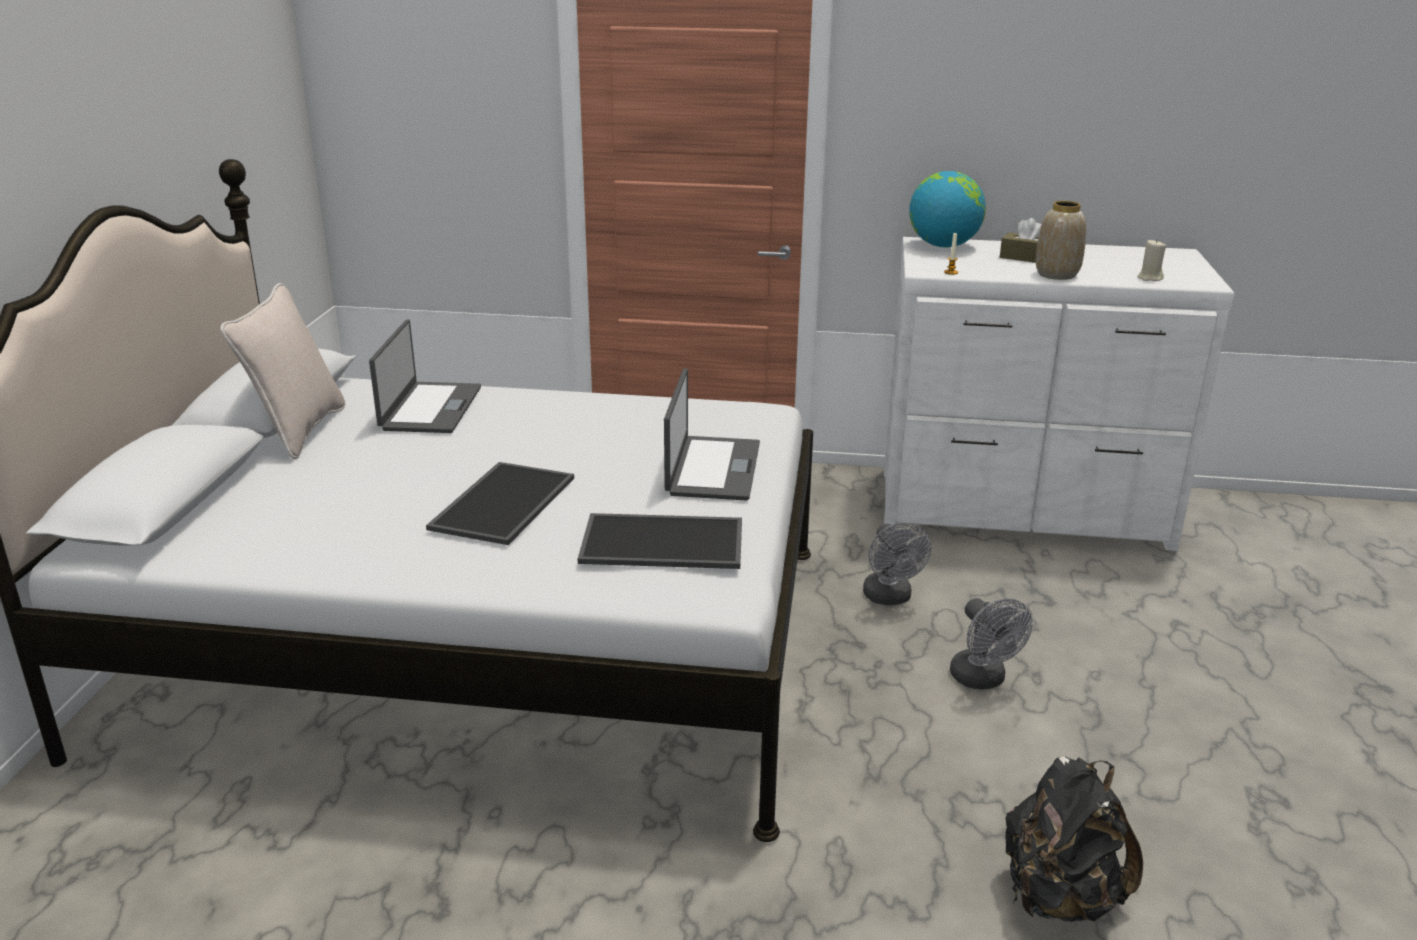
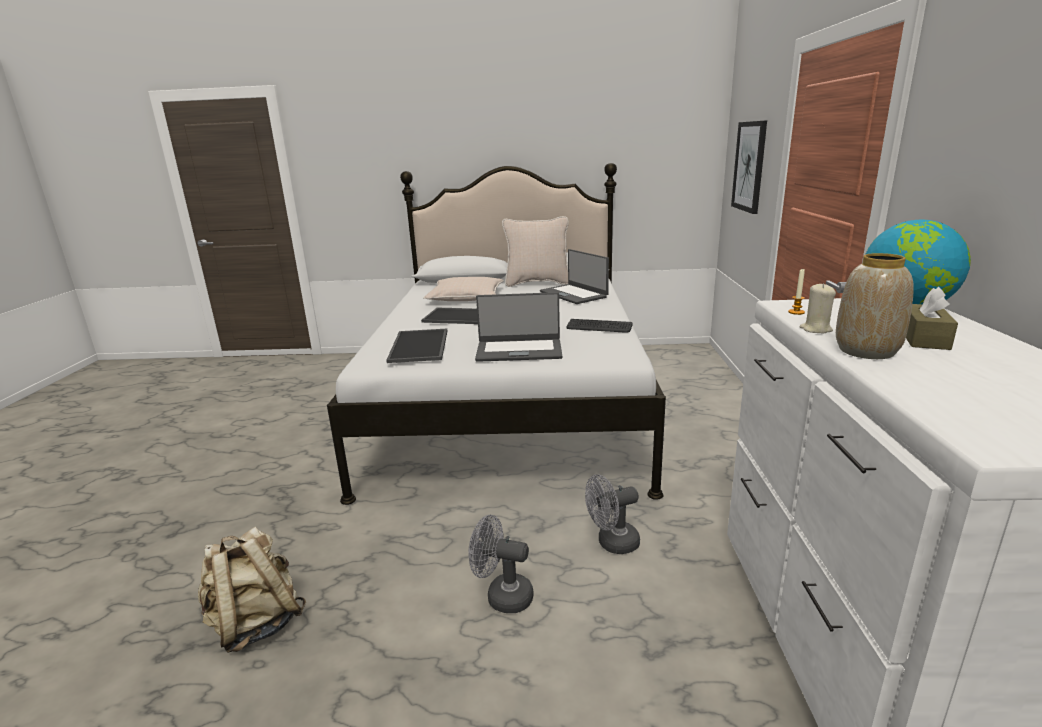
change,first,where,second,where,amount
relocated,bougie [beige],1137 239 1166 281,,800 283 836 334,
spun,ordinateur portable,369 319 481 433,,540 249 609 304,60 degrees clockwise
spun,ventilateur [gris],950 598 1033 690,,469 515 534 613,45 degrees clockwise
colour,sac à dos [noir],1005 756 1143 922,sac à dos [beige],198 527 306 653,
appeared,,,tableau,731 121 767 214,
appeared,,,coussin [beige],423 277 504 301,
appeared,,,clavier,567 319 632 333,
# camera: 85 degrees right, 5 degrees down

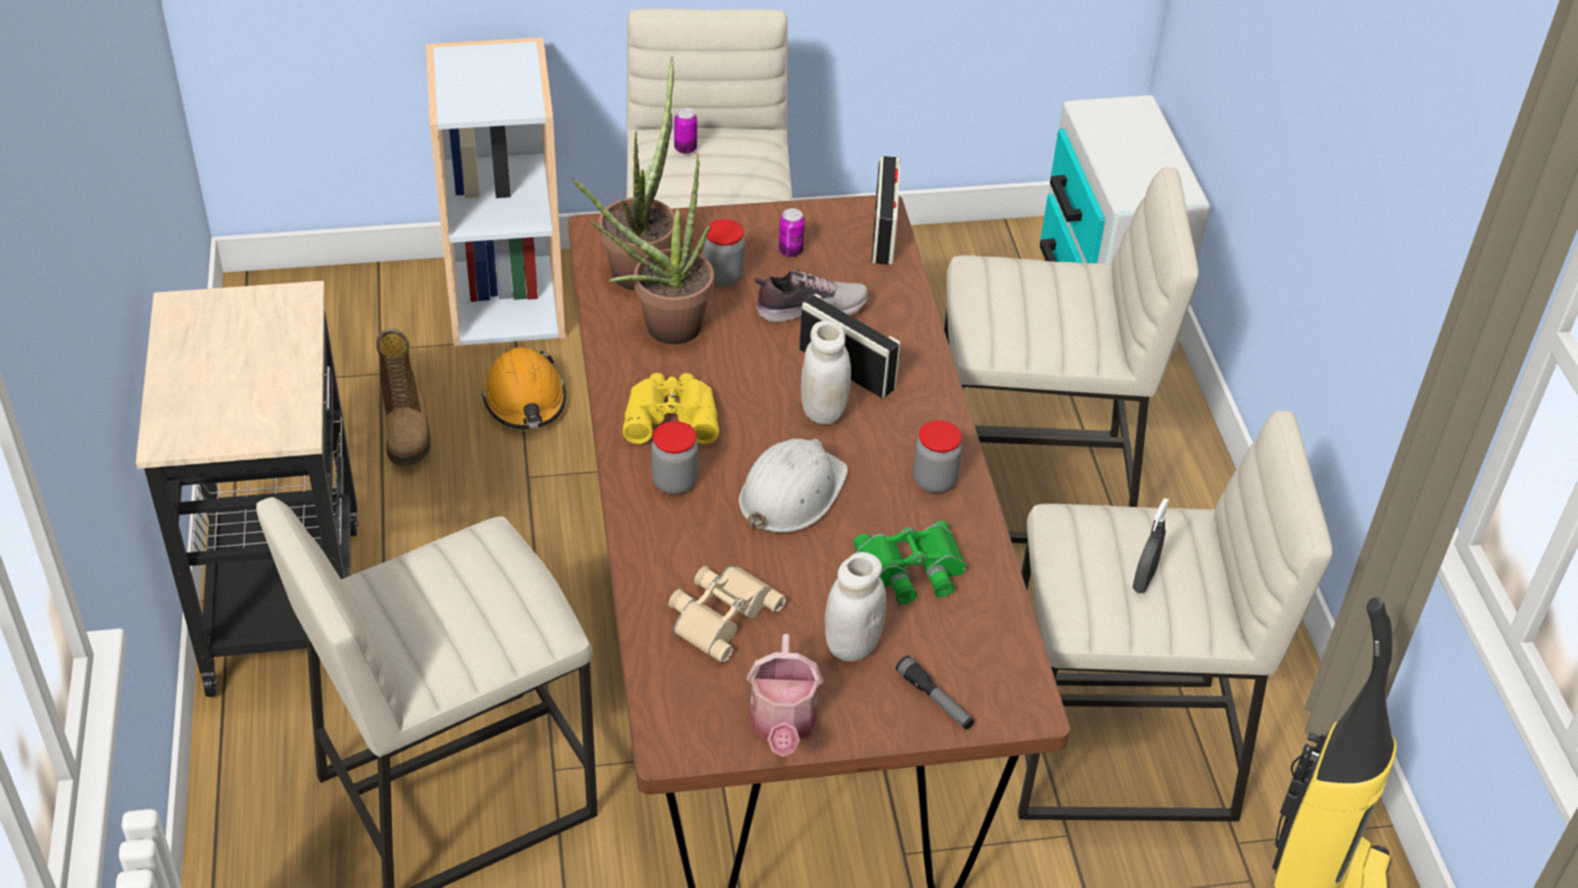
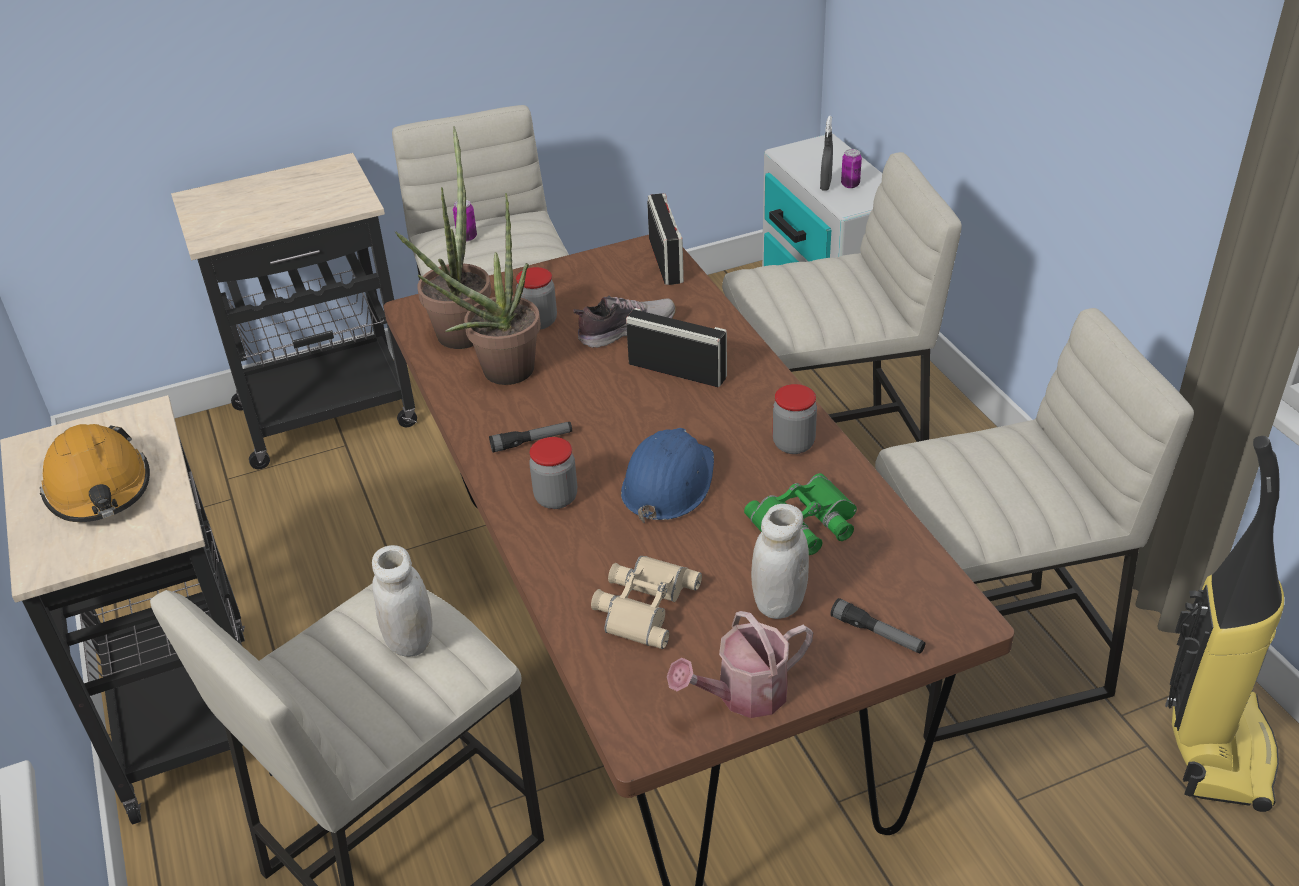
change,first,where,second,where,amount
exchanged,bibliothèque,426 38 565 346,chariot,171 153 417 469,
relocated,boîte métallique,779 208 805 257,,841 149 862 188,
relocated,bocal [blanc],801 320 851 425,,372 545 433 657,
missing,botte,376 328 431 467,,,
relocated,casque de chantier [orange],482 347 566 429,,40 424 150 522,
exchanged,jumelles [jaune],623 373 719 445,lampe de poche,489 422 572 453,
colour,casque de chantier [blanc],739 438 848 533,casque de chantier [bleu],621 428 714 523,
relocated,vaporisateur [gris],1133 498 1170 593,,820 116 833 191,
spun,arrosoir,747 634 823 757,,667 611 813 718,75 degrees clockwise
# camera: 10 degrees left, 5 degrees down

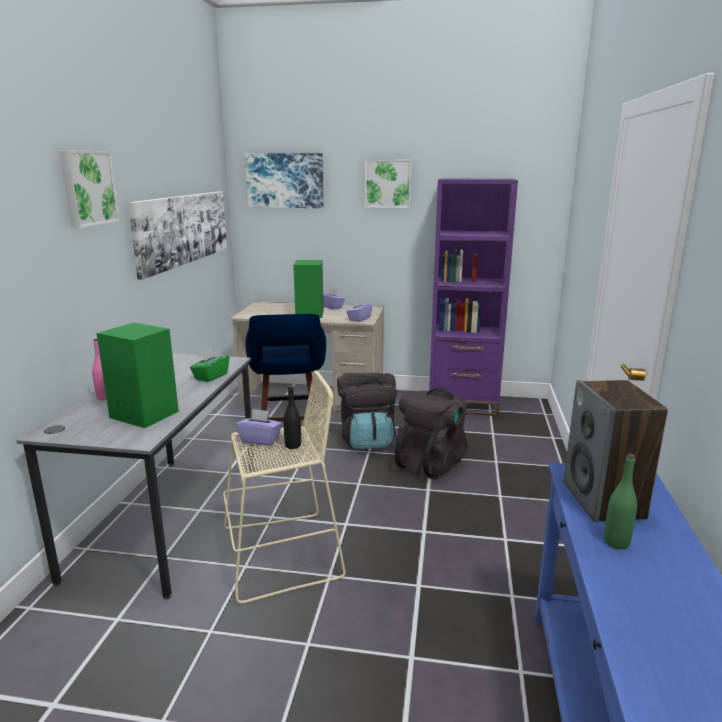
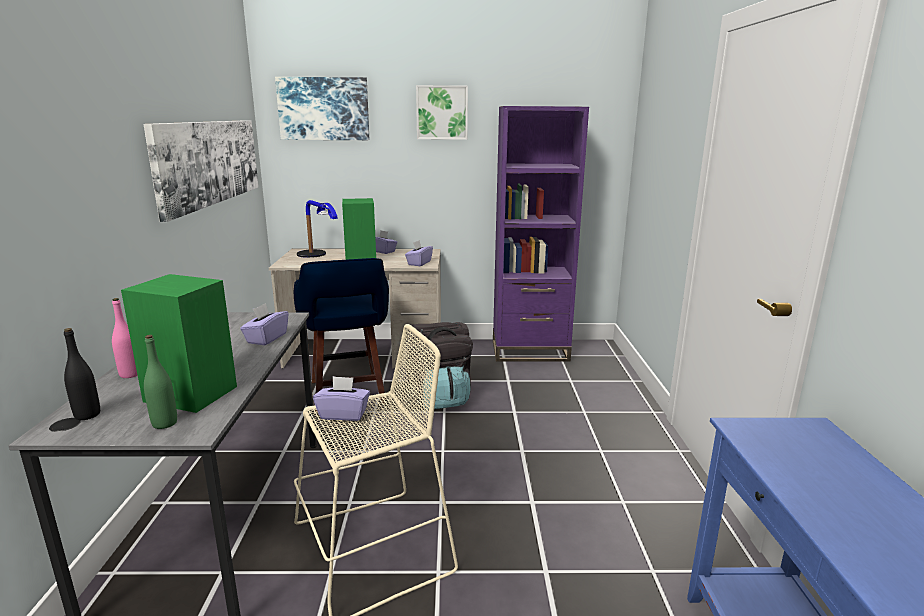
change,first,where,second,where,amount
missing,tableau,59 150 120 228,,,
colour,boîte à mouchoirs [vert],190 348 230 382,boîte à mouchoirs [violet],240 303 289 346,
missing,enceinte,564 380 668 522,,,
relocated,bouteille [noir],284 385 301 449,,64 328 100 420,
missing,sac à dos [noir],395 387 468 480,,,
relocated,bouteille [vert],604 454 637 549,,144 335 177 429,
appeared,,,lampe de table,297 200 338 258,
# camera: 10 degrees left, 0 degrees up

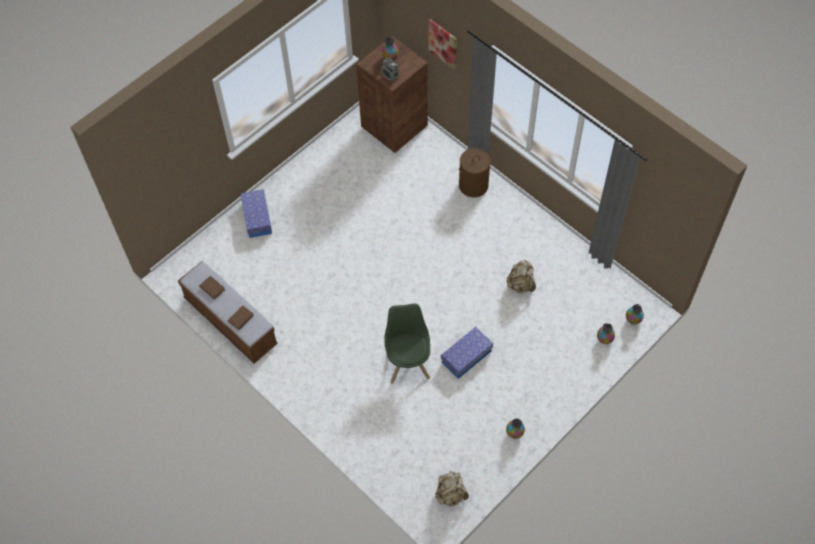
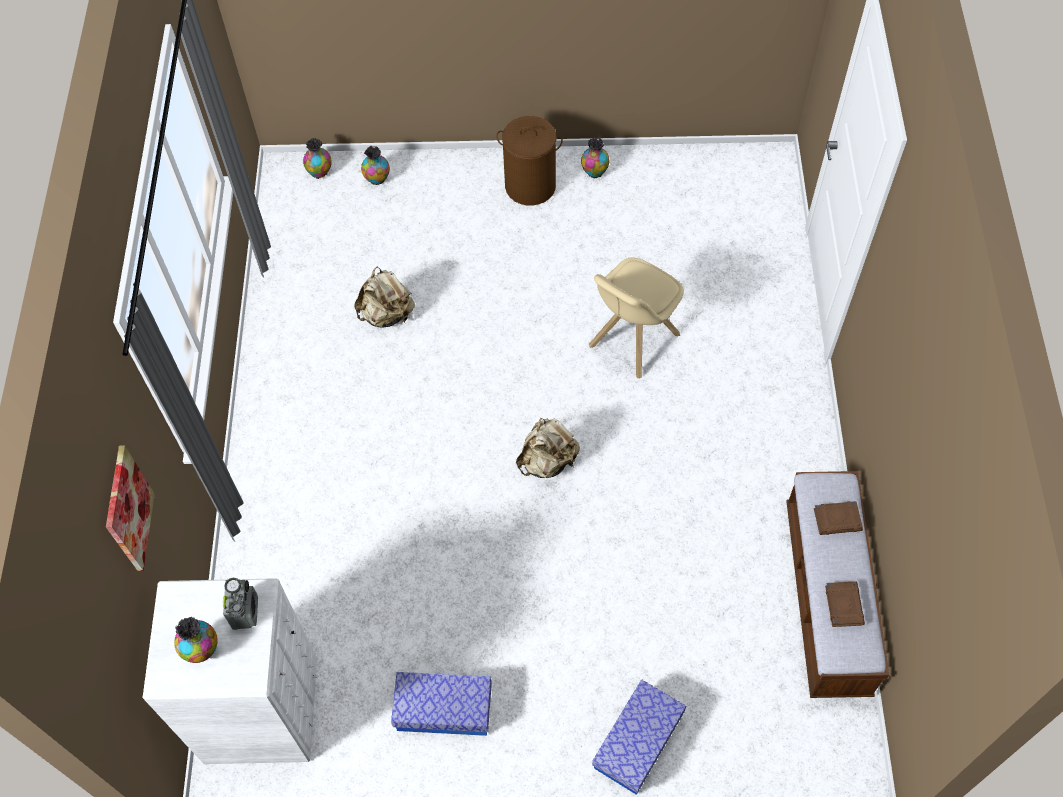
change,first,where,second,where,amount
colour,commode [marron],356 36 428 153,commode [blanc],143 578 319 764,
relocated,panier à linge [marron],459 148 492 197,,496 116 563 206,
colour,chaise [vert],384 304 430 384,chaise [beige],589 257 684 378,
relocated,boîte de rangement,441 327 493 379,,391 672 492 736,
relocated,sac à dos [beige],435 471 469 506,,516 418 580 478,
# camera: 135 degrees left, 0 degrees up

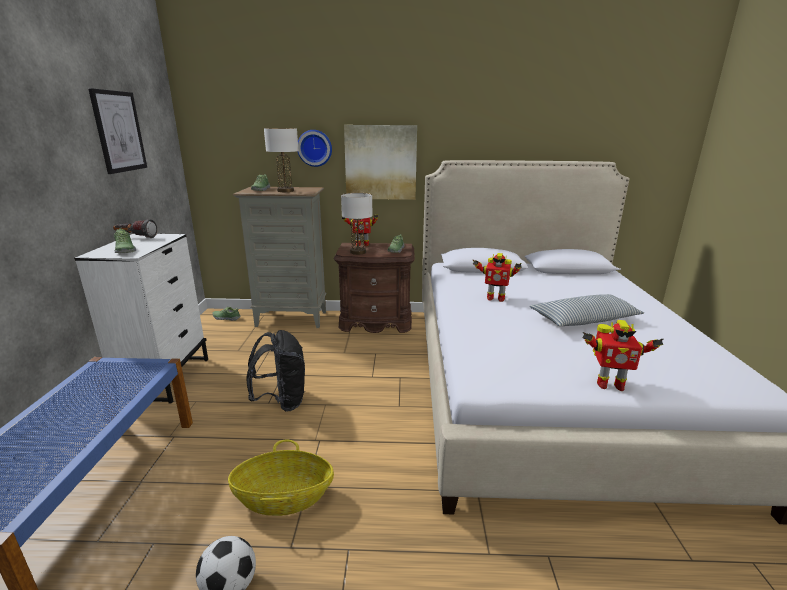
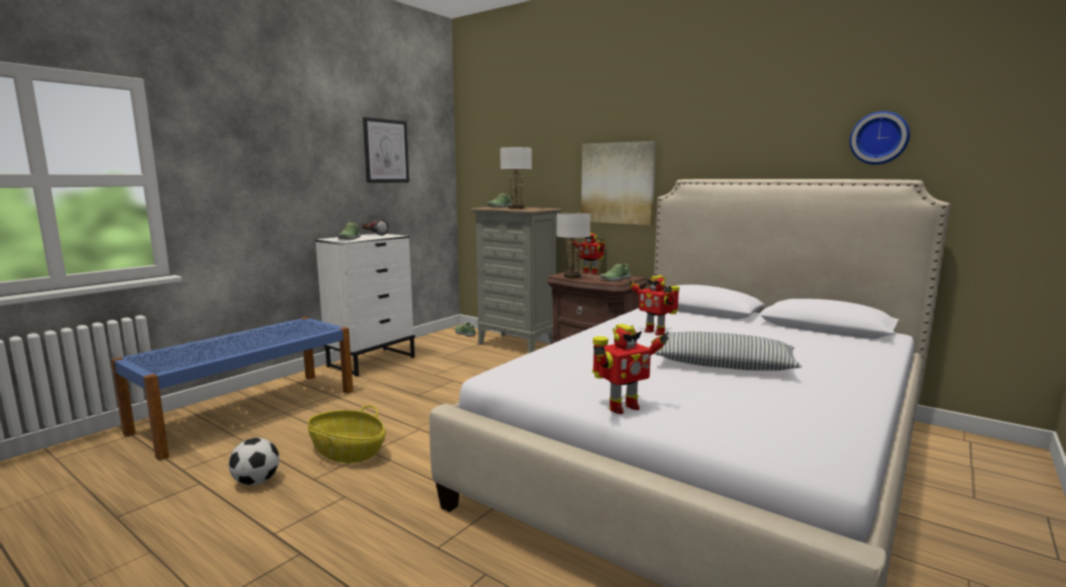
change,first,where,second,where,amount
relocated,horloge murale,297 130 332 167,,850 111 910 165,
spun,robot jouet,583 320 664 391,,592 324 669 414,75 degrees counterclockwise
missing,sac à dos [noir],247 330 305 412,,,
# camera: 35 degrees right, 10 degrees down

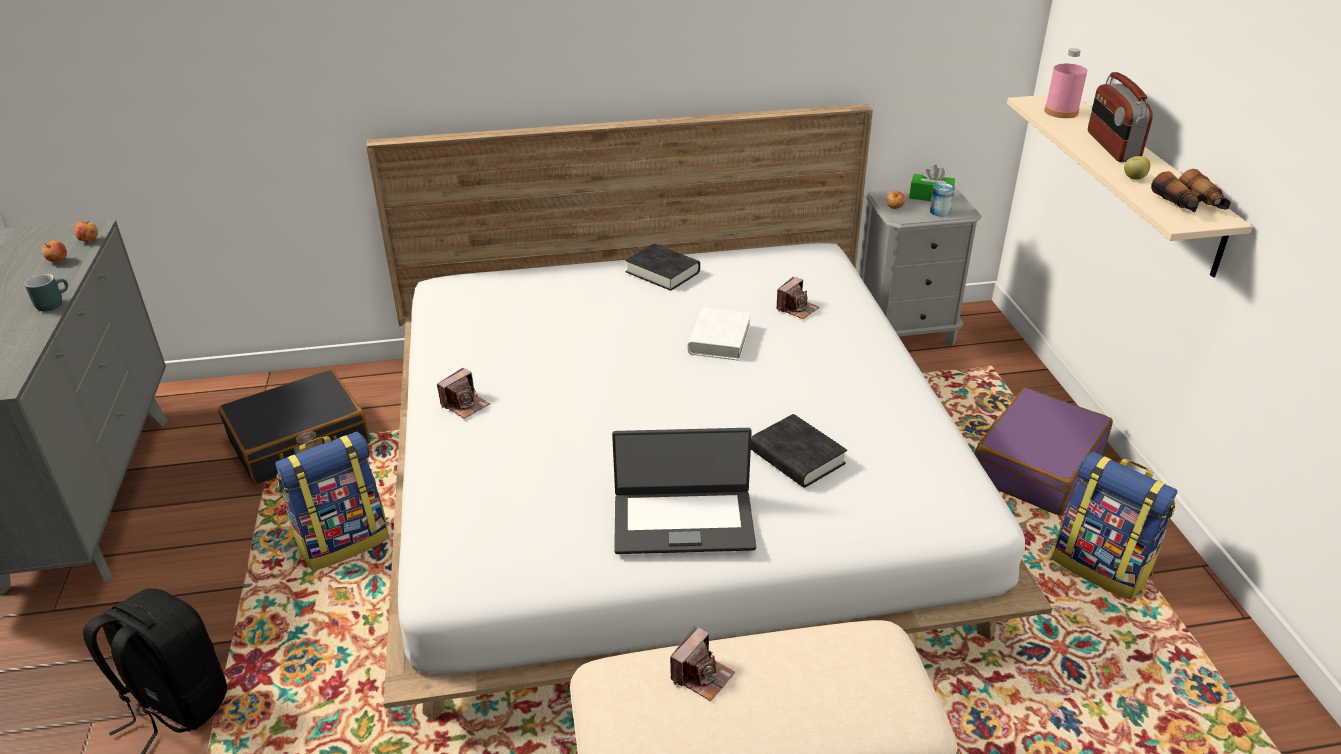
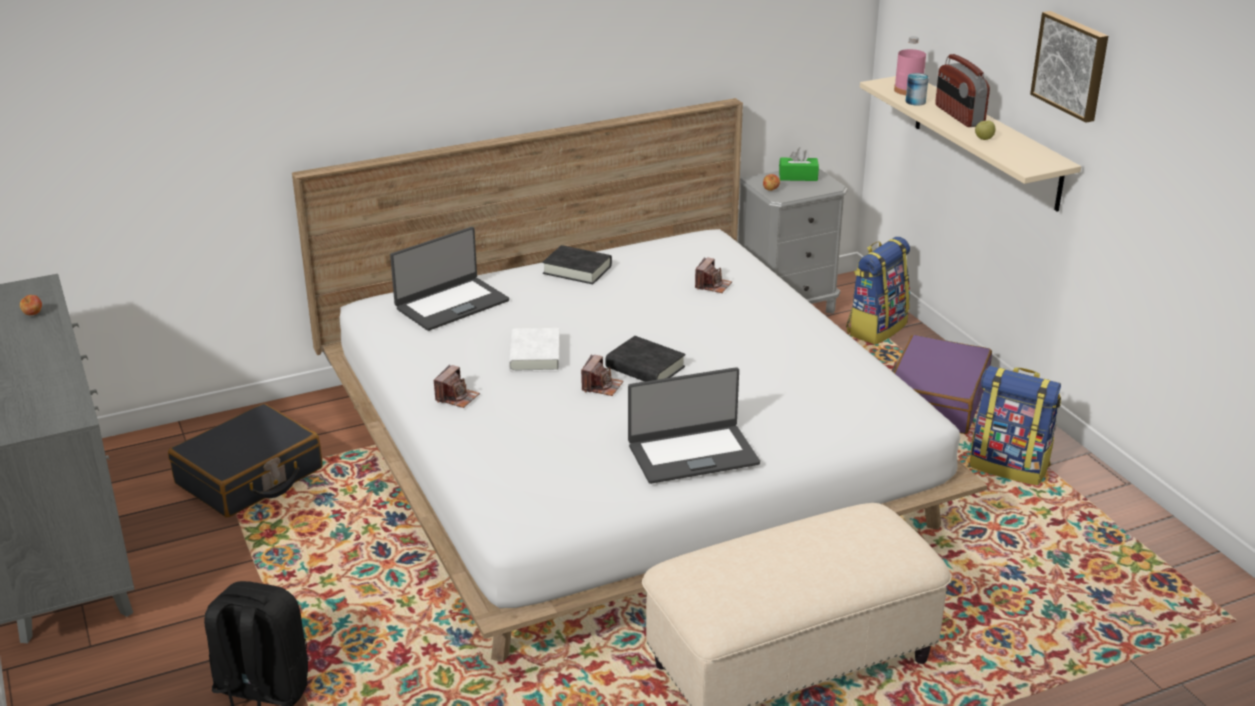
change,first,where,second,where,amount
missing,jumelles,1151 169 1231 213,,,
relocated,boîte métallique,930 182 955 217,,906 73 928 106,
missing,pomme,74 221 98 242,,,
missing,mug [turquoise],24 274 68 311,,,
relocated,livre [blanc],688 307 751 361,,508 328 560 372,
relocated,livre [noir],751 414 847 488,,605 336 685 382,
relocated,sac à dos,276 432 389 571,,846 237 910 344,
relocated,appareil photo,670 626 735 701,,581 355 623 396,
appeared,,,tableau,1030 11 1108 123,
appeared,,,ordinateur portable,390 227 509 331,
# camera: 15 degrees left, 5 degrees down

